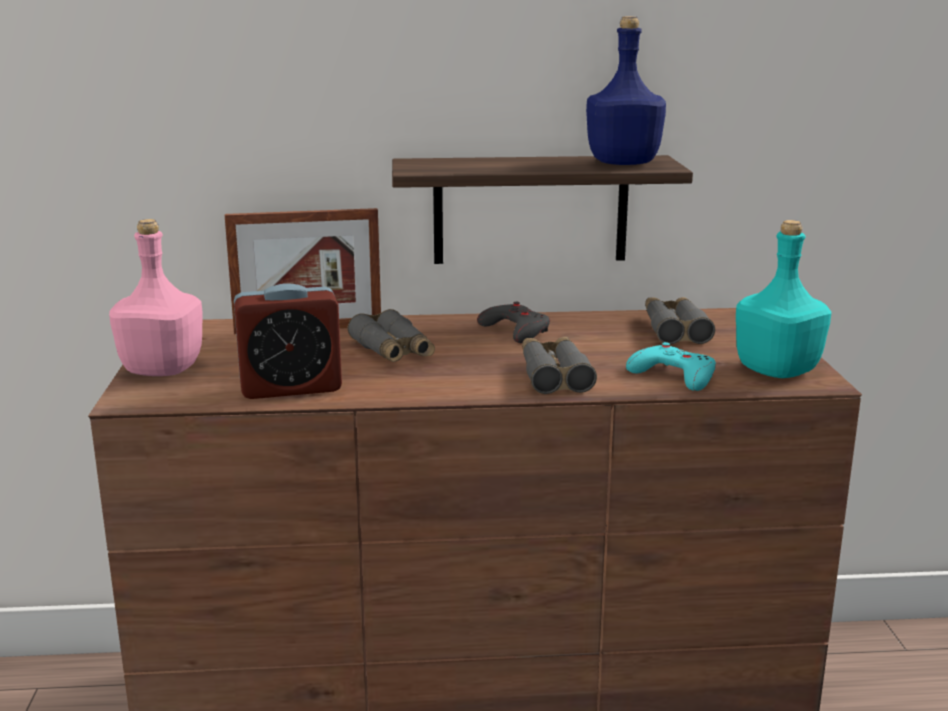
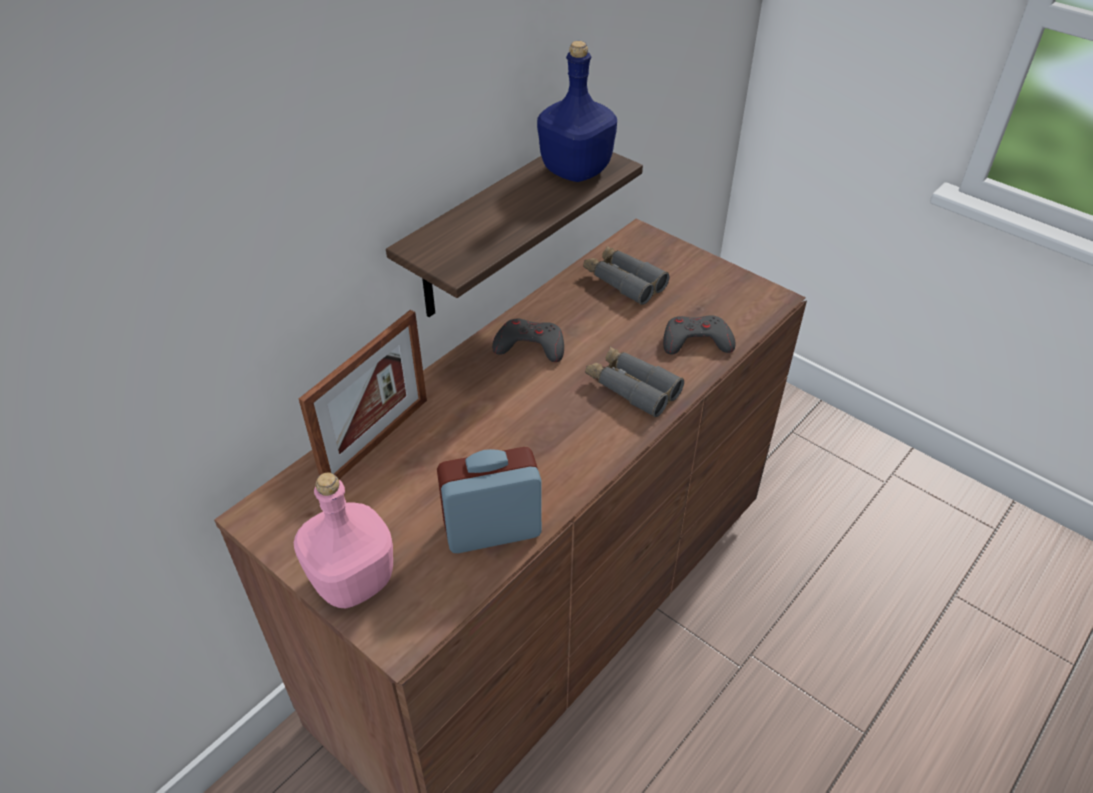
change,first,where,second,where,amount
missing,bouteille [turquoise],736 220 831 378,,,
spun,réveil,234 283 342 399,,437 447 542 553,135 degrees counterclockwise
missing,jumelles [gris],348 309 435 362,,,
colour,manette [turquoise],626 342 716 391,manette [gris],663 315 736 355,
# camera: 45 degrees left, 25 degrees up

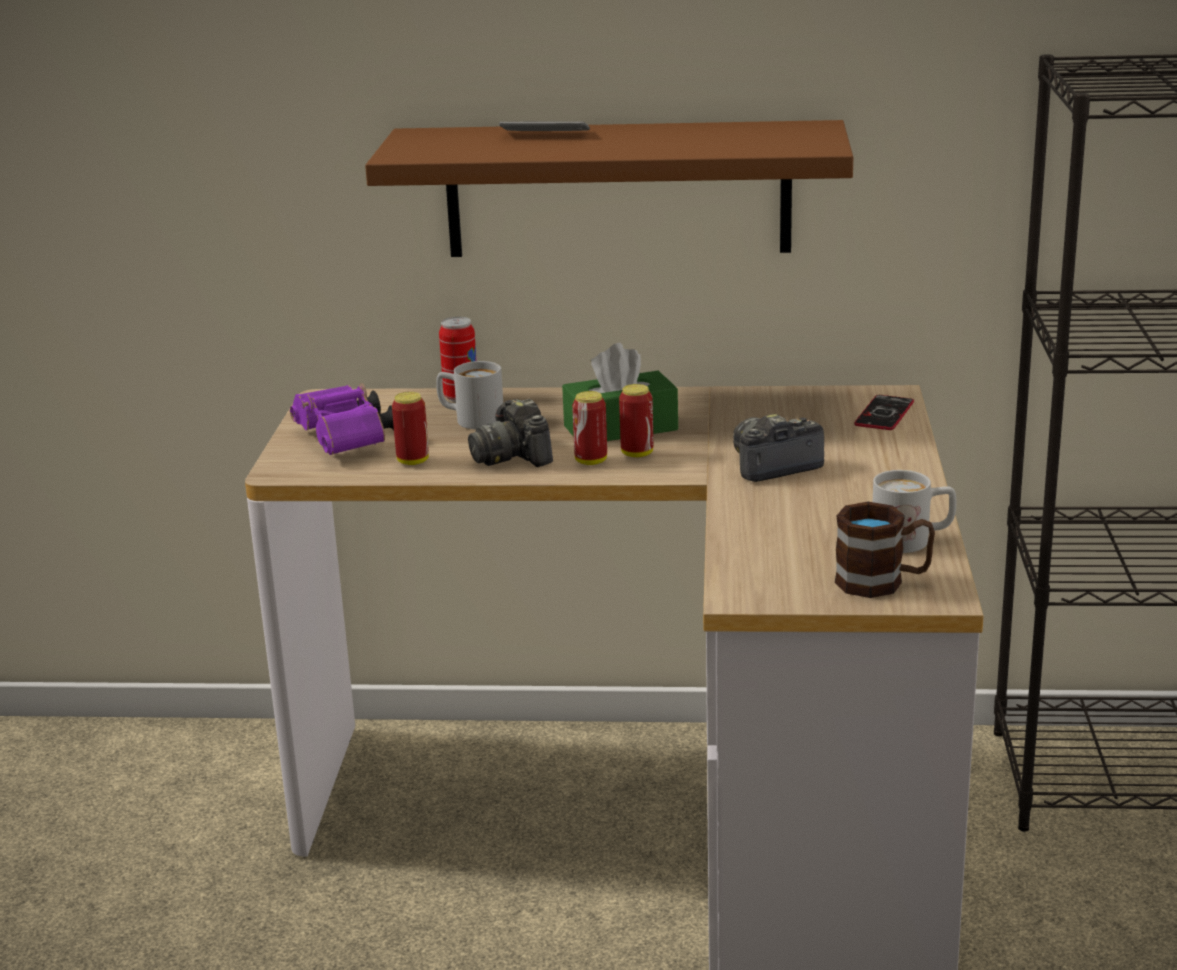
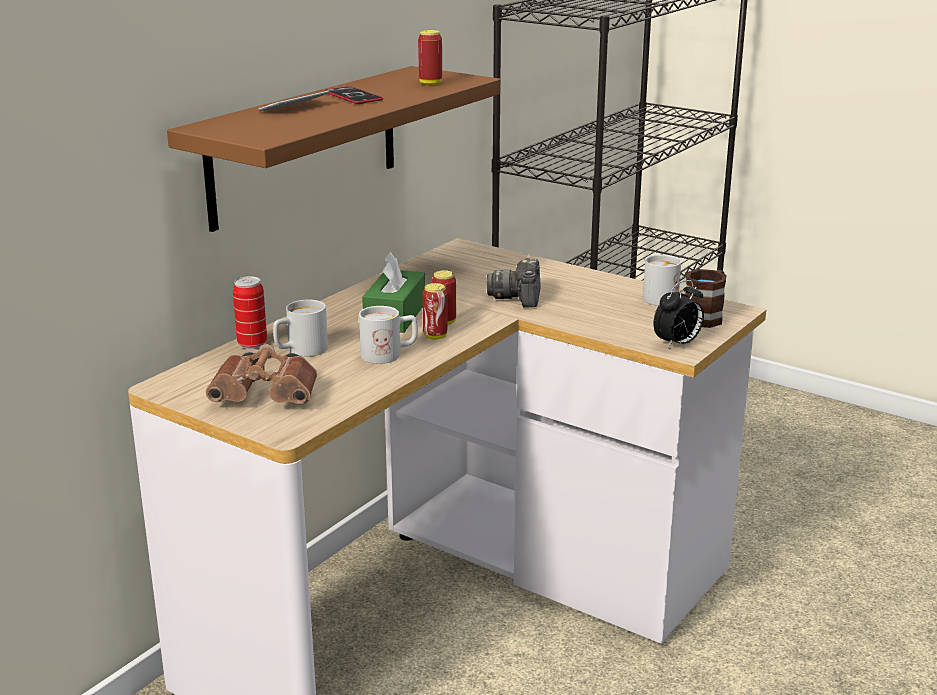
change,first,where,second,where,amount
colour,jumelles [violet],290 383 394 455,jumelles [marron],206 344 317 404,
relocated,boîte métallique,392 392 429 465,,418 30 442 85,
relocated,téléphone,854 395 914 430,,324 86 383 104,
exchanged,appareil photo,468 399 553 467,mug [blanc],359 306 418 364,
appeared,,,réveil,653 280 704 350,
# camera: 60 degrees left, 0 degrees up

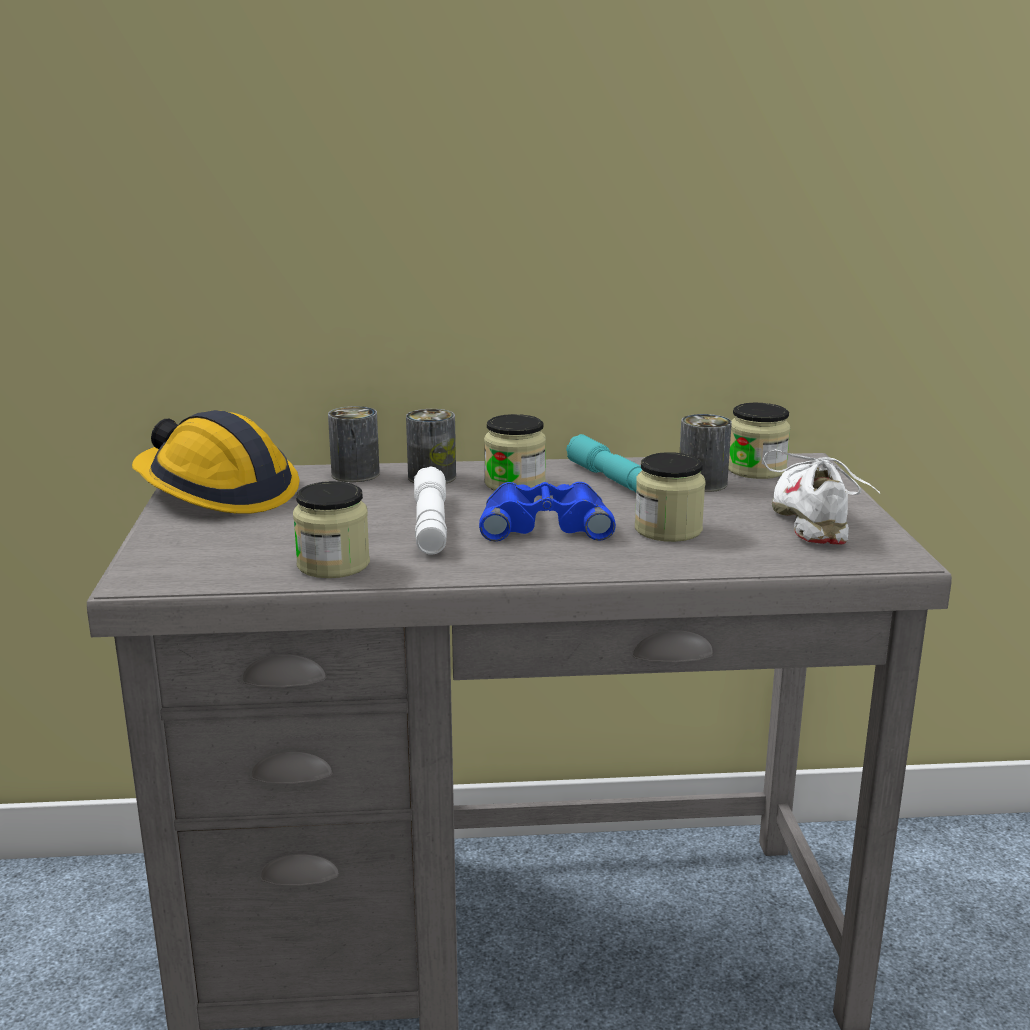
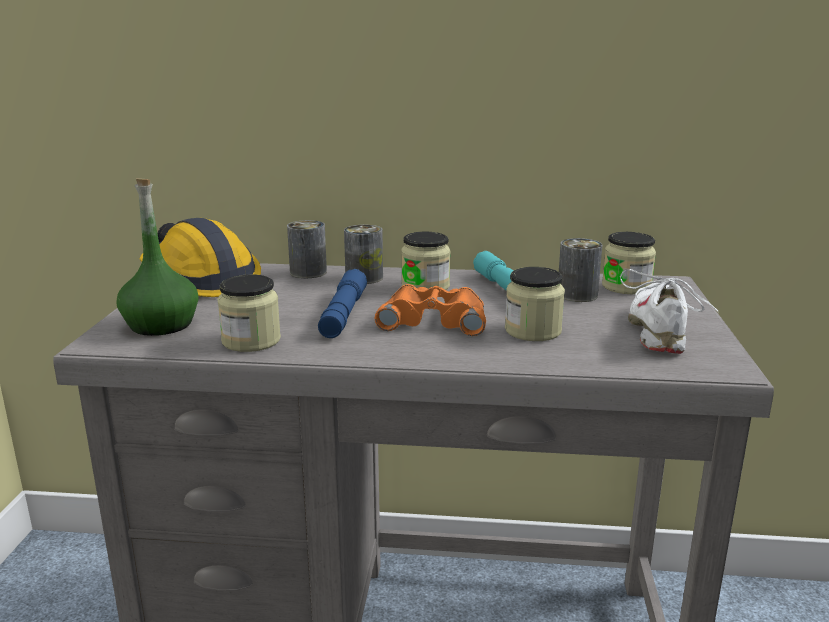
change,first,where,second,where,amount
colour,lampe de poche [blanc],414 467 447 555,lampe de poche [bleu],318 269 367 338,
colour,jumelles [bleu],479 482 616 542,jumelles [orange],374 284 486 336,
appeared,,,bouteille [vert],117 178 199 336,
# camera: 10 degrees right, 0 degrees up

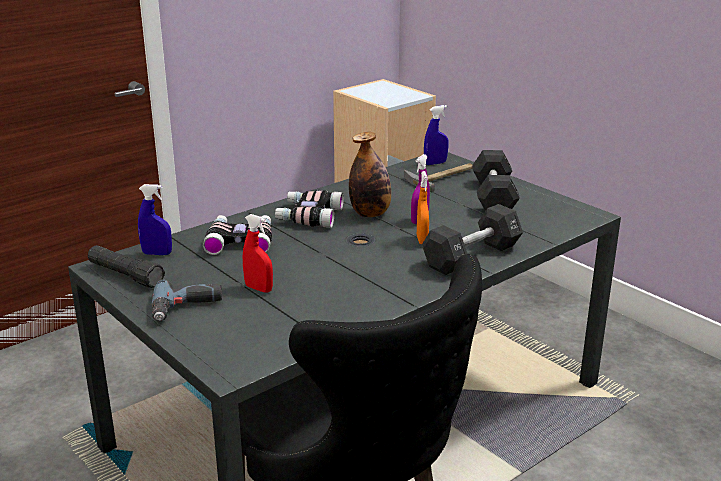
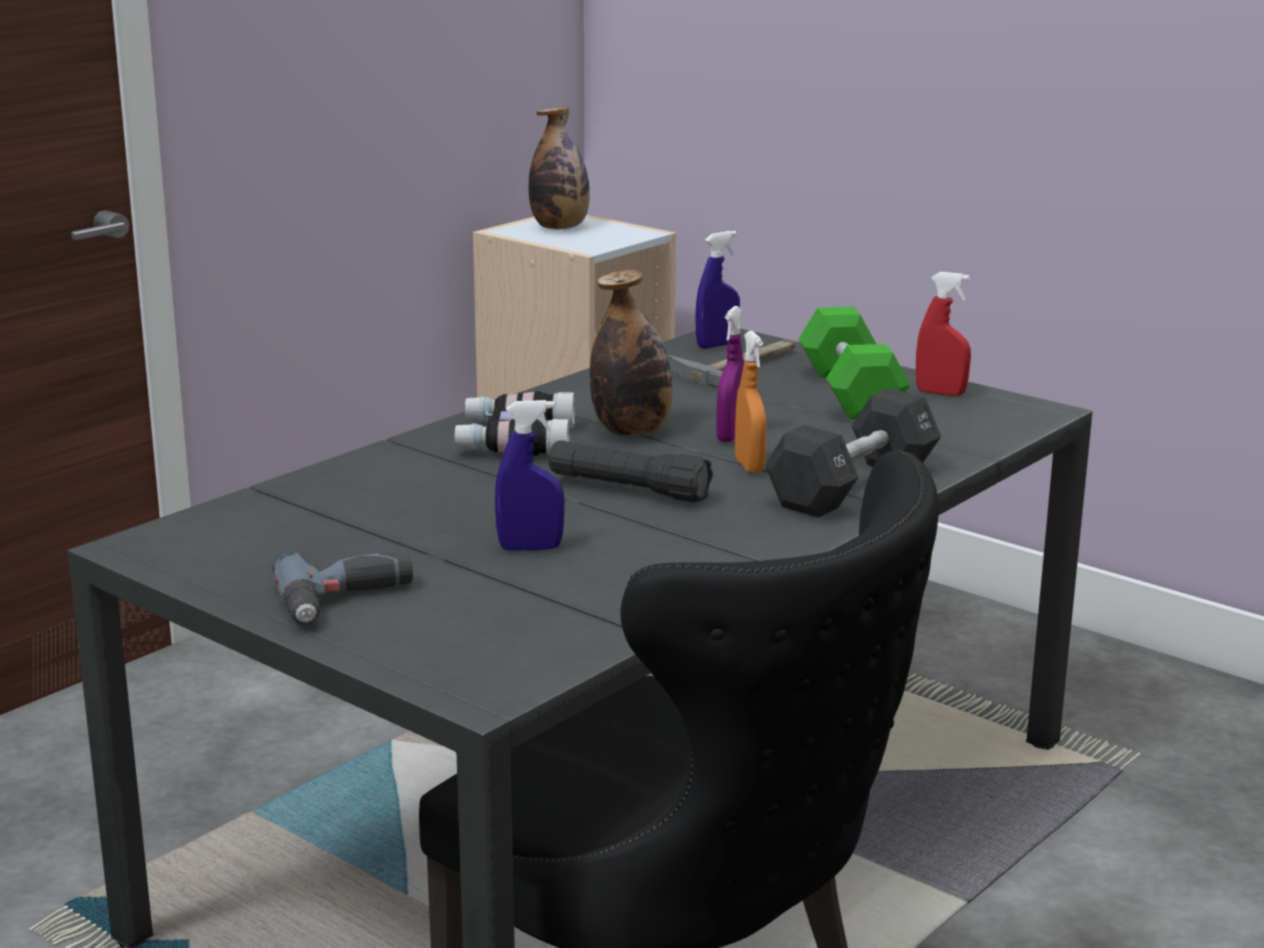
change,first,where,second,where,amount
colour,haltère [noir],472 150 520 211,haltère [vert],798 307 910 419,
relocated,vaporisateur [bleu],138 184 172 255,,495 400 565 550,
relocated,vaporisateur [rouge],243 214 273 293,,916 272 971 396,
missing,jumelles,203 215 272 255,,,
relocated,lampe de poche [noir],88 245 165 288,,549 440 713 503,
appeared,,,bouteille,529 107 590 229,
# camera: 10 degrees left, 5 degrees down

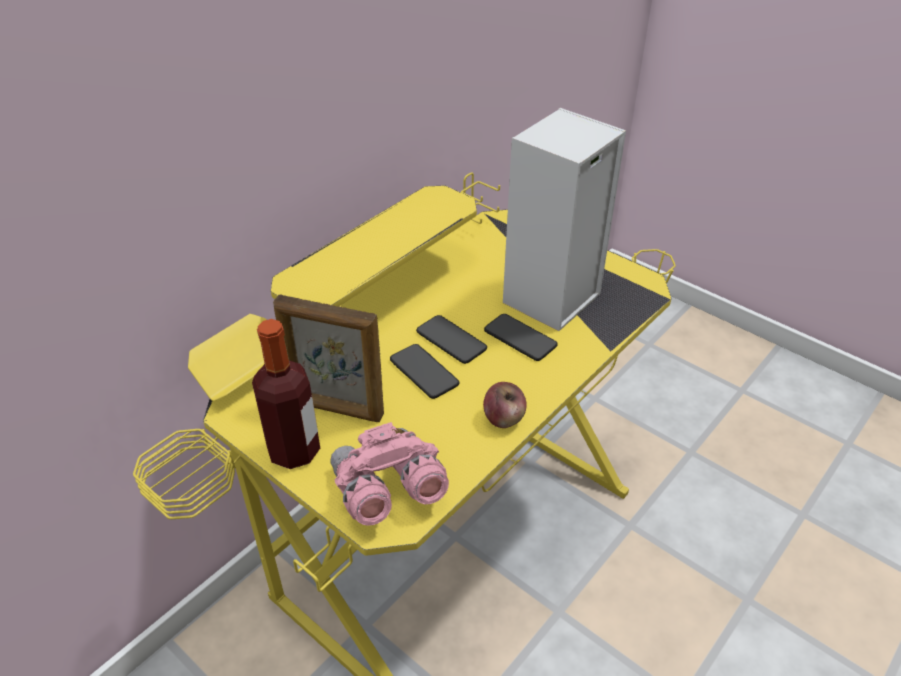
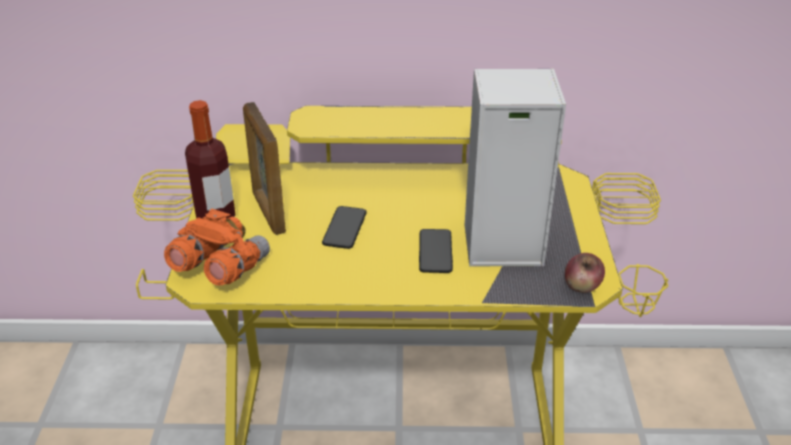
change,first,where,second,where,amount
missing,téléphone,416 315 487 364,,,
relocated,pomme,483 382 527 428,,565 253 605 293,
colour,jumelles [rose],331 422 449 526,jumelles [orange],164 209 270 286,
# camera: 50 degrees right, 5 degrees down

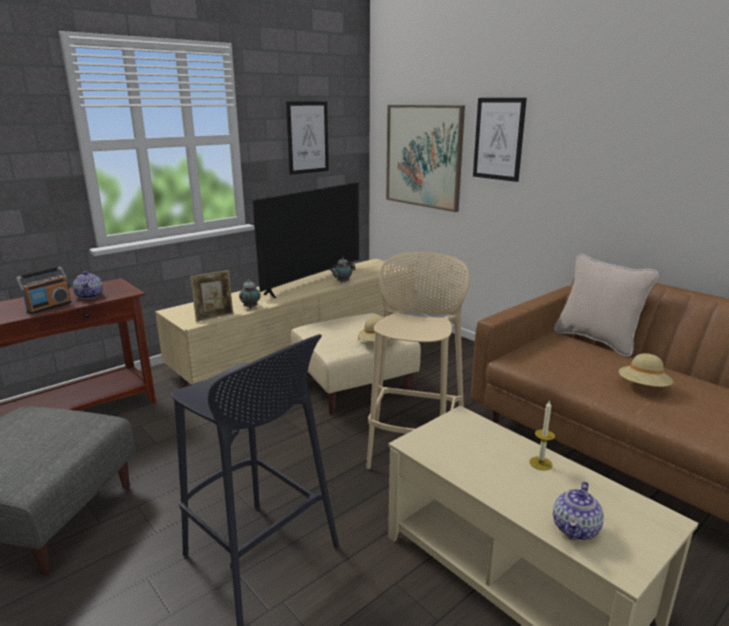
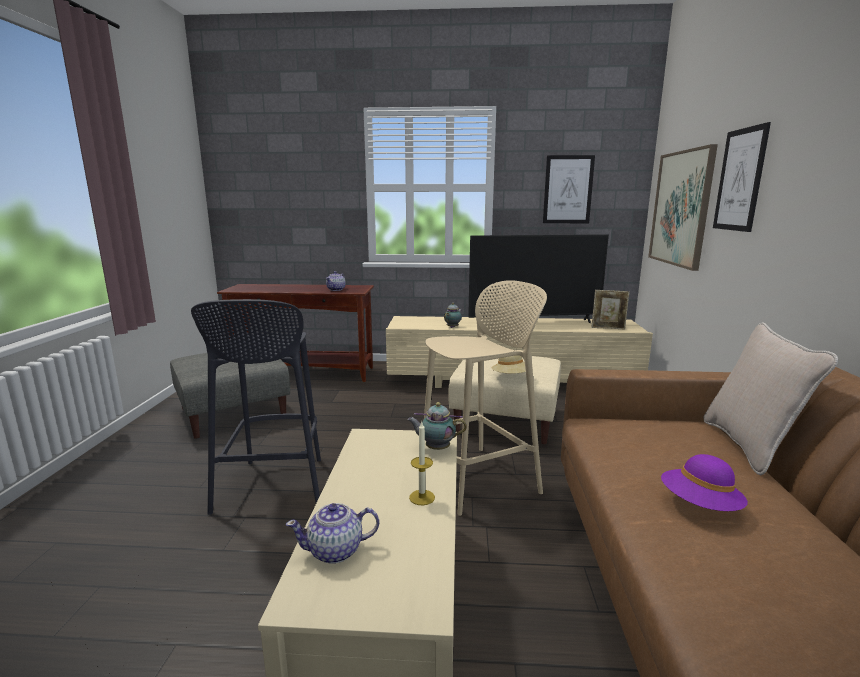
change,first,where,second,where,amount
relocated,théière,329 257 355 283,,407 402 467 450,
missing,radio,16 267 72 314,,,
relocated,cadre photo,190 270 233 322,,591 290 629 329,
colour,chapeau [beige],619 353 673 387,chapeau [violet],661 454 748 511,
# camera: 45 degrees right, 5 degrees down

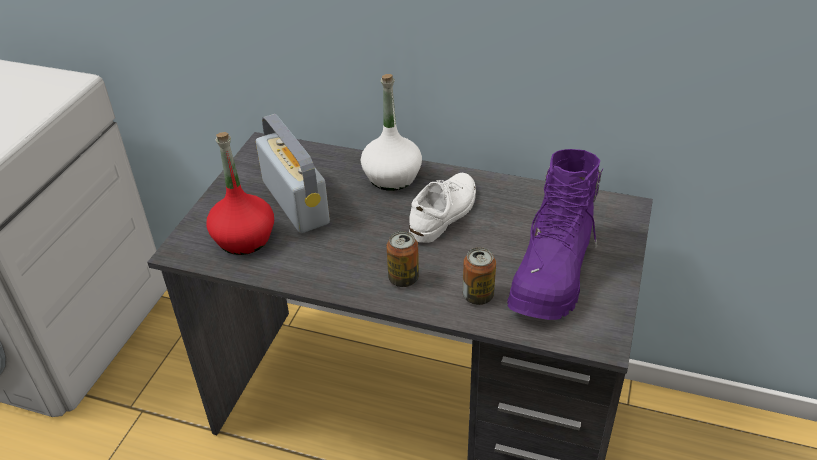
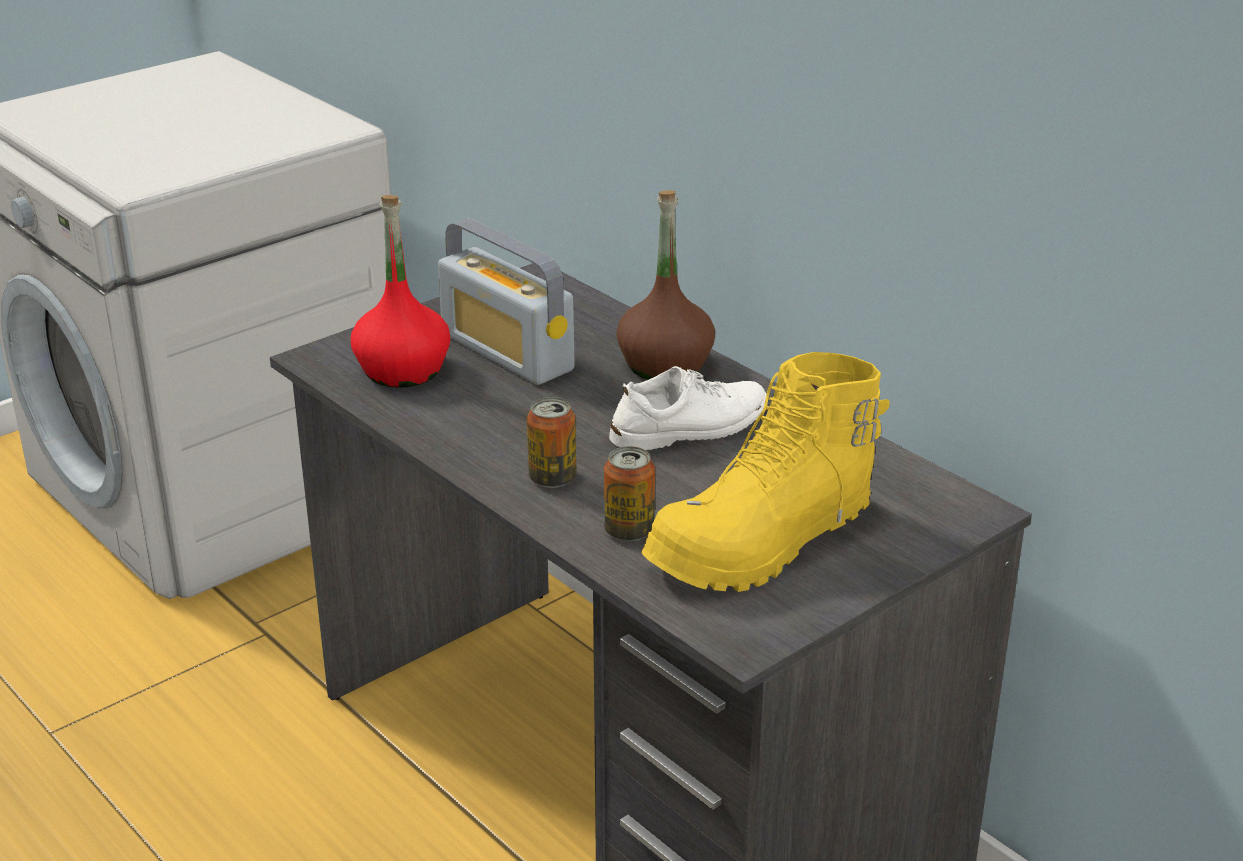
change,first,where,second,where,amount
colour,bouteille [blanc],361 74 422 191,bouteille [marron],616 190 715 380,
spun,radio,256 114 330 233,,438 218 574 385,135 degrees clockwise
colour,botte [violet],507 149 603 320,botte [jaune],642 352 890 592,
# camera: 30 degrees right, 10 degrees down

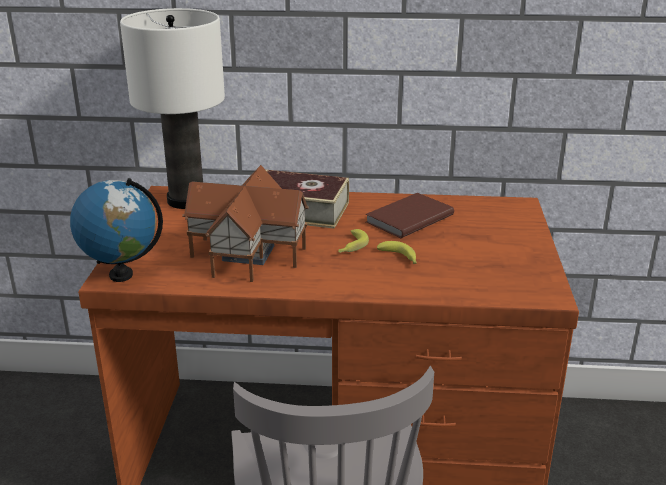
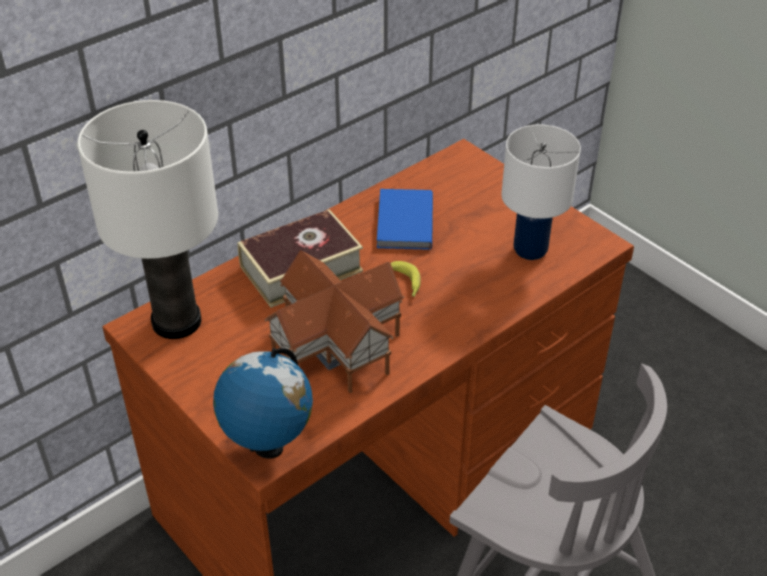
change,first,where,second,where,amount
colour,livre [marron],366 193 454 238,livre [bleu],377 189 433 250,
missing,banane,377 241 417 264,,,
appeared,,,lampe de table [blanc],501 124 581 260,
# camera: 45 degrees left, 15 degrees up

